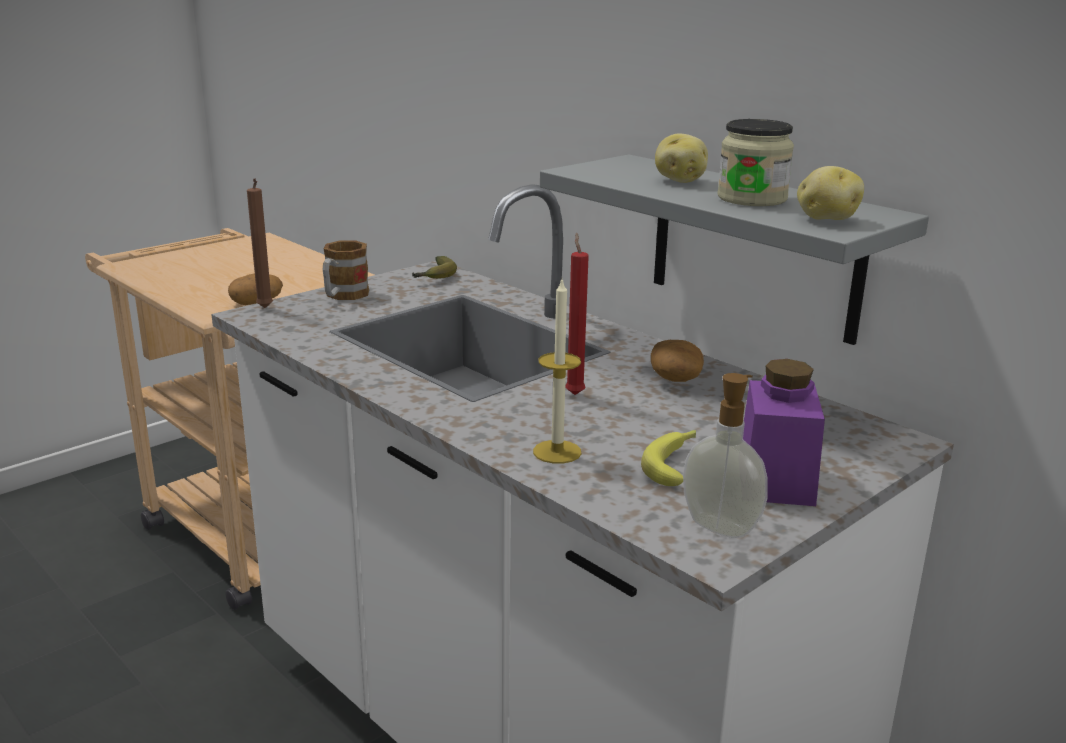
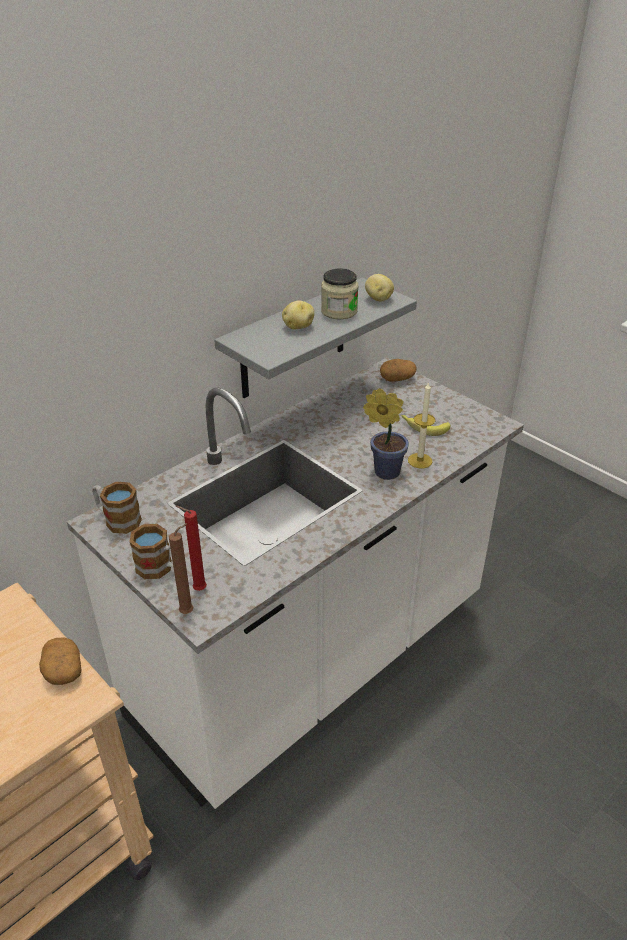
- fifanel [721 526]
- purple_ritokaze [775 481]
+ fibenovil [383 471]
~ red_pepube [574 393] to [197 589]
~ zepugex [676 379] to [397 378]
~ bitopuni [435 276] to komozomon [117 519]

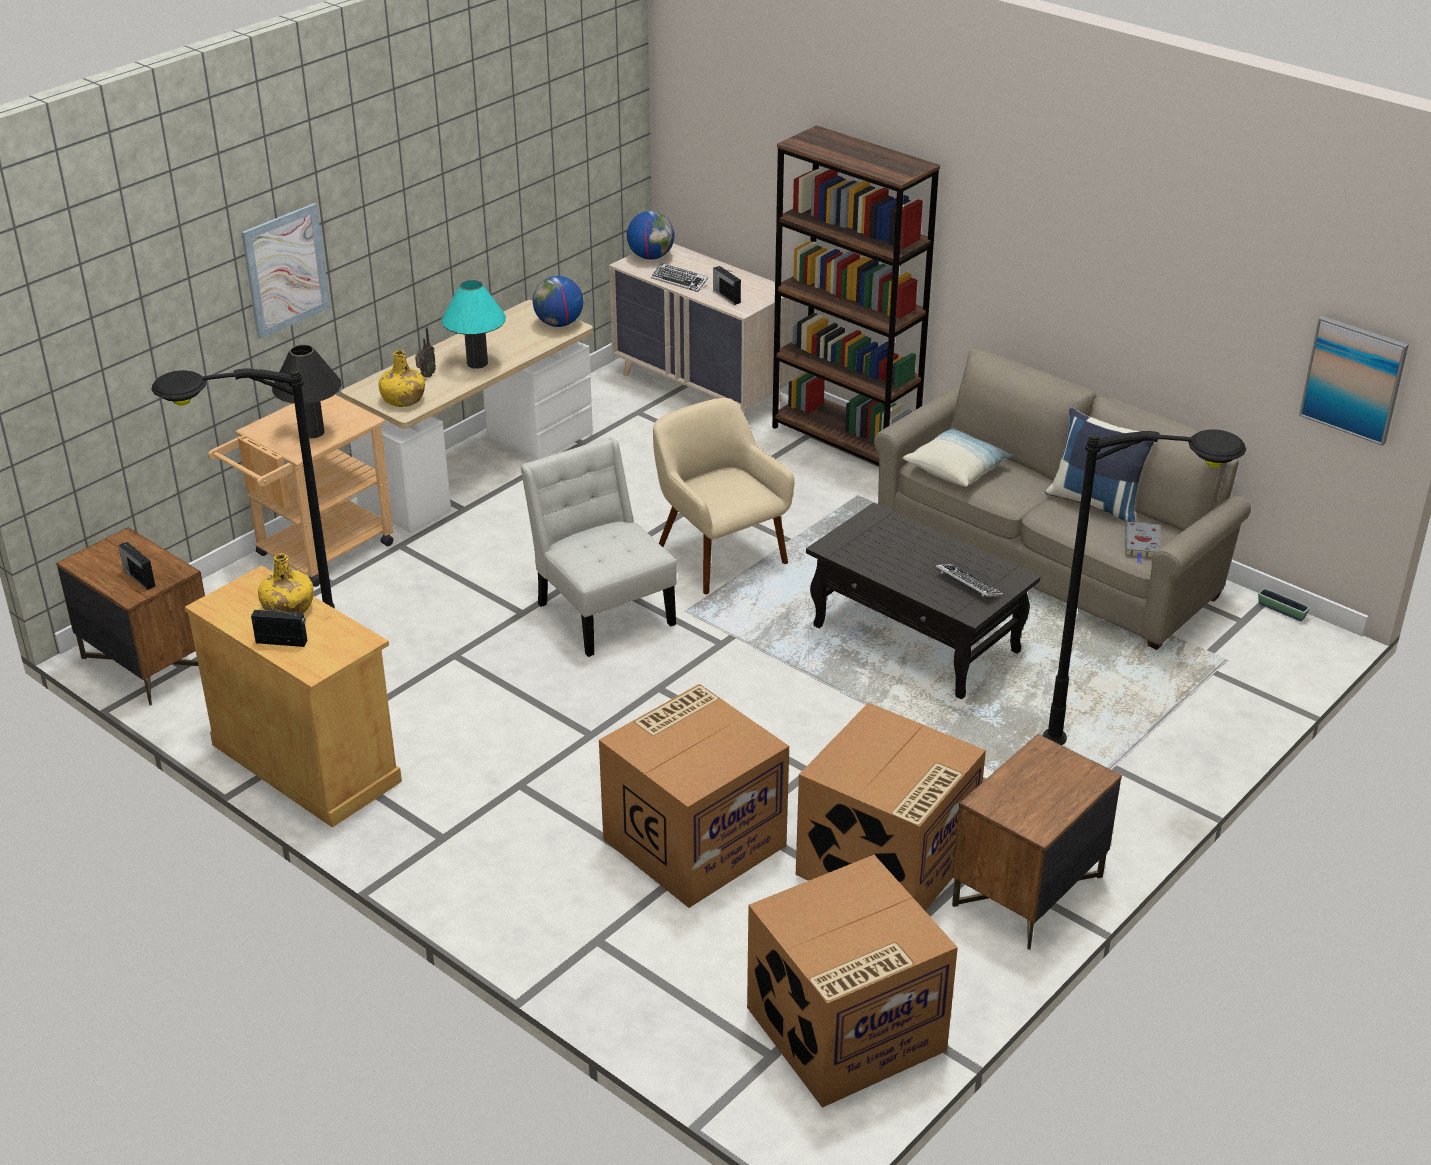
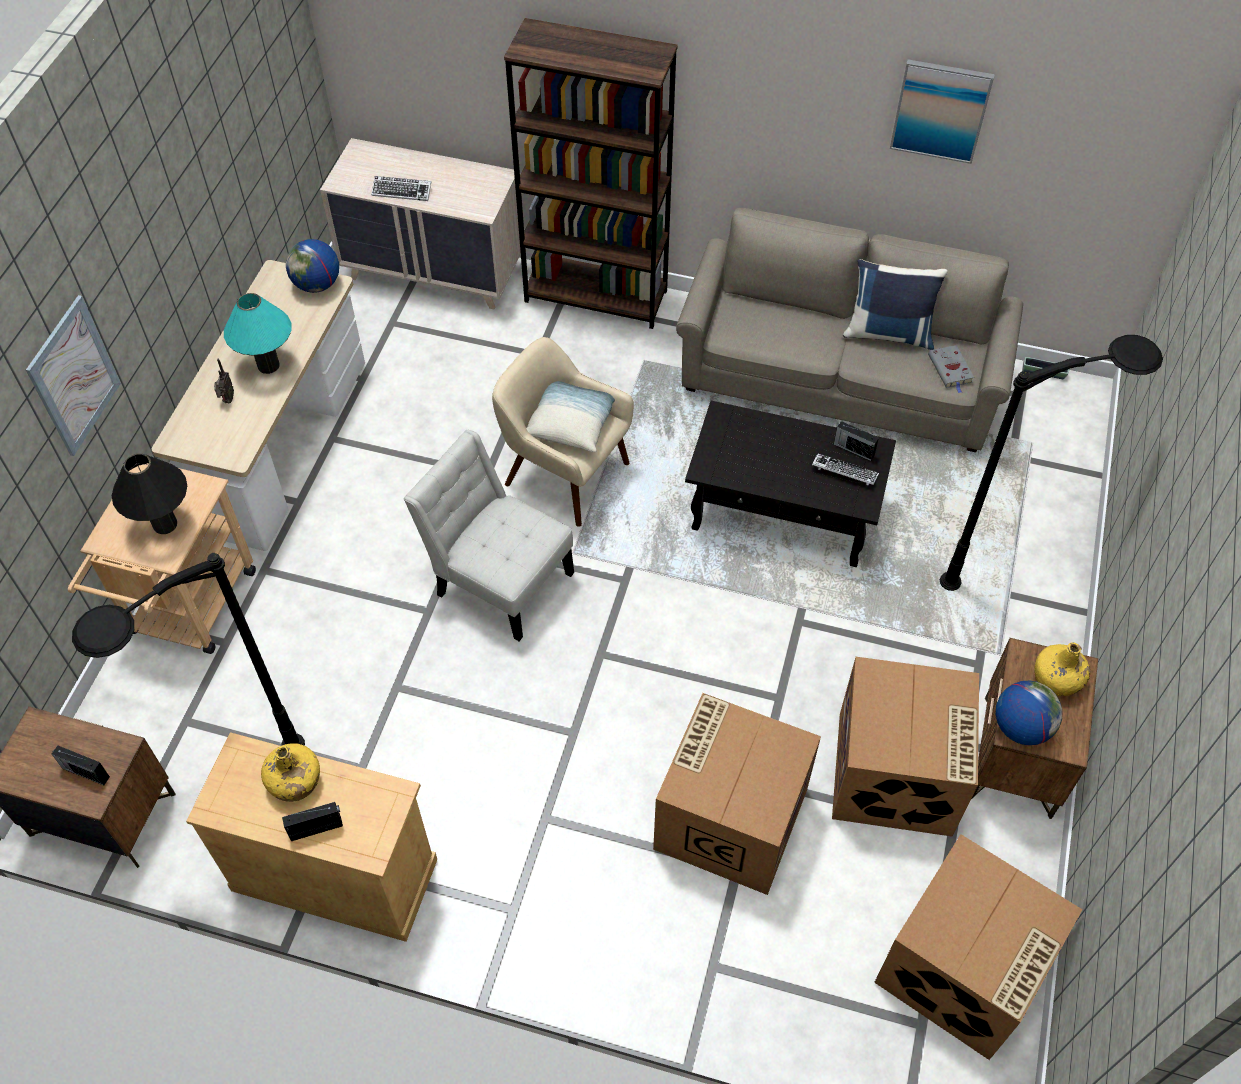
~ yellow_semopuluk [403 399] to [1057 679]
~ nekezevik [651 257] to [1021 727]
~ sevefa [726 296] to [853 449]
~ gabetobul [956 469] to [571 423]
~ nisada [1353 379] to [940 110]

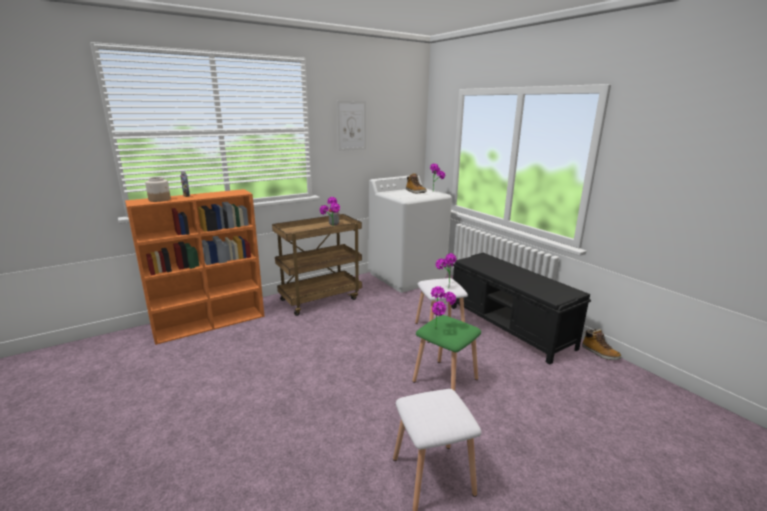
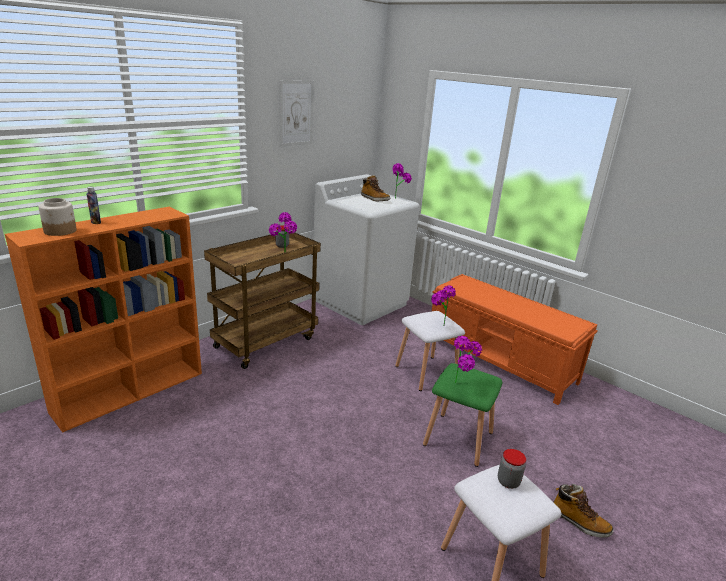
+ ritokaze [508 482]
~ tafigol [599 353] to [579 522]
~ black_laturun [509 327] to orange_laturun [500 361]

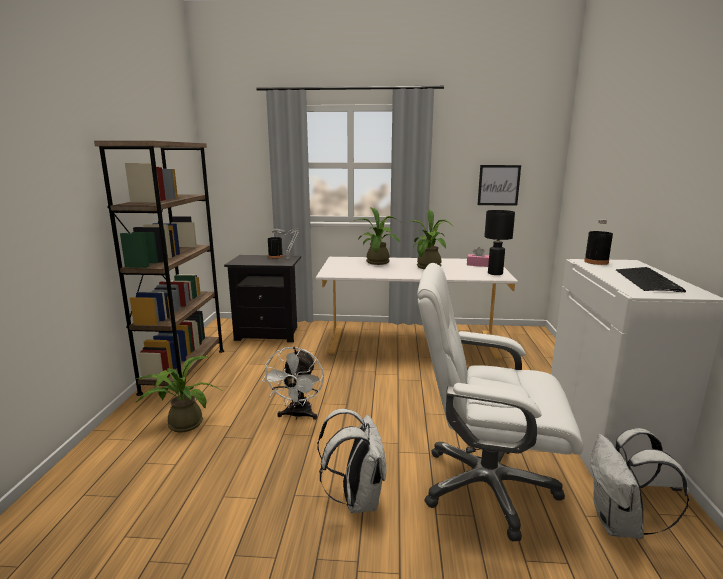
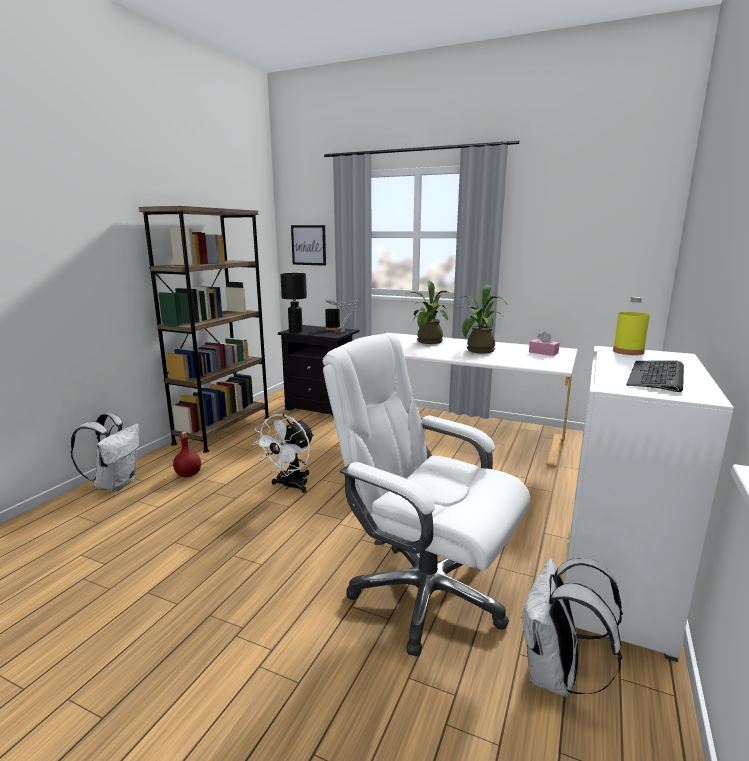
~ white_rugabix [357 499] to [116 484]
~ nisada [498 185] to [308 245]
~ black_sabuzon [495 273] to [295 331]
~ fibenovil [182 423] to red_semopuluk [188 474]
~ black_semopuluk [596 262] to yellow_semopuluk [628 351]

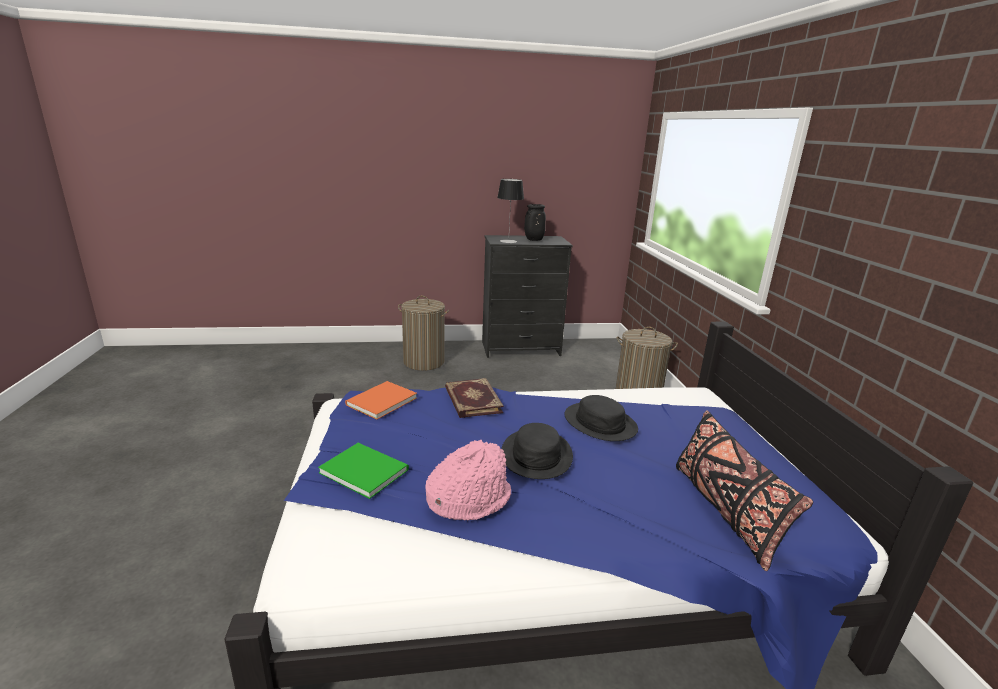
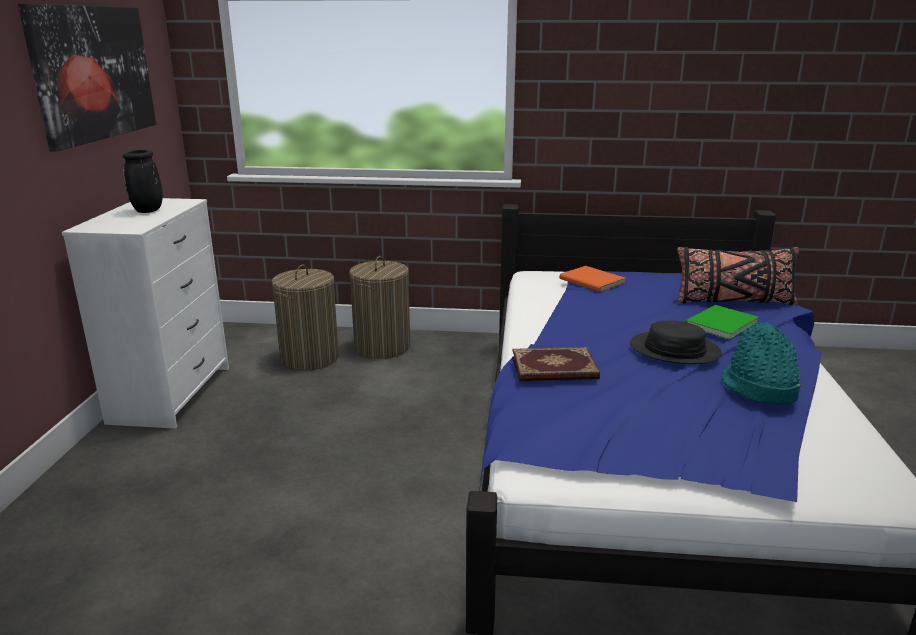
- sabuzon [508 241]
- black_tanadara [600 423]
+ nisada [93 73]
~ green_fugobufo [363 469] to [718 324]
~ orange_fugobufo [379 401] to [592 281]
~ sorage [424 362] to [310 358]
~ pink_tanadara [468 498] to turquoise_tanadara [758 388]
~ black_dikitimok [520 349] to white_dikitimok [172 394]

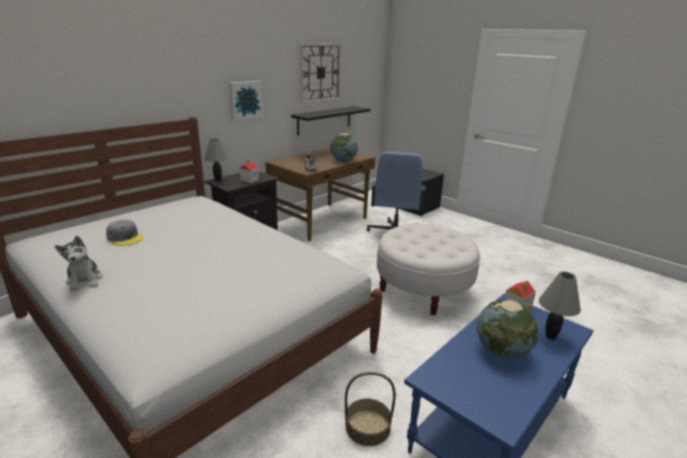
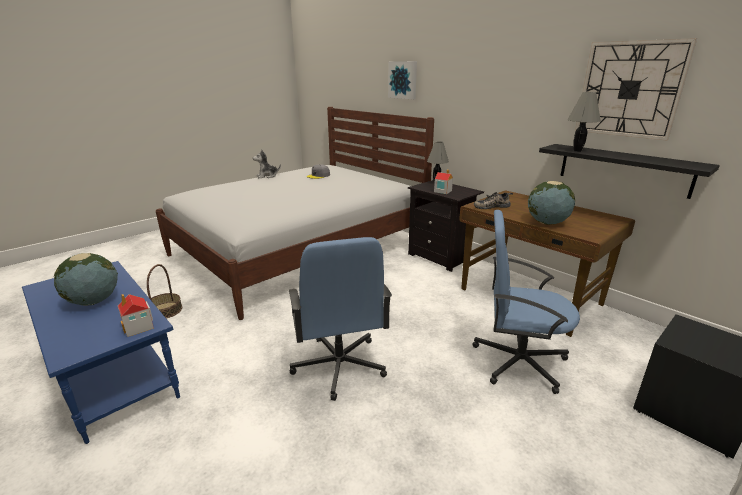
~ nisada [245 100] to [403 80]
~ grey_sabuzon [550 337] to [577 151]
~ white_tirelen [423 290] to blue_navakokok [339 366]

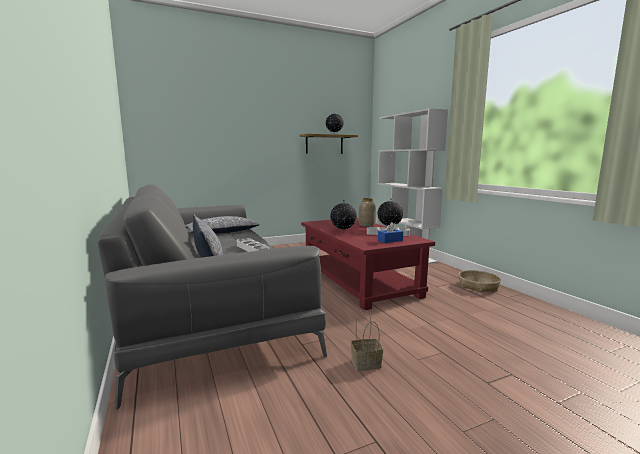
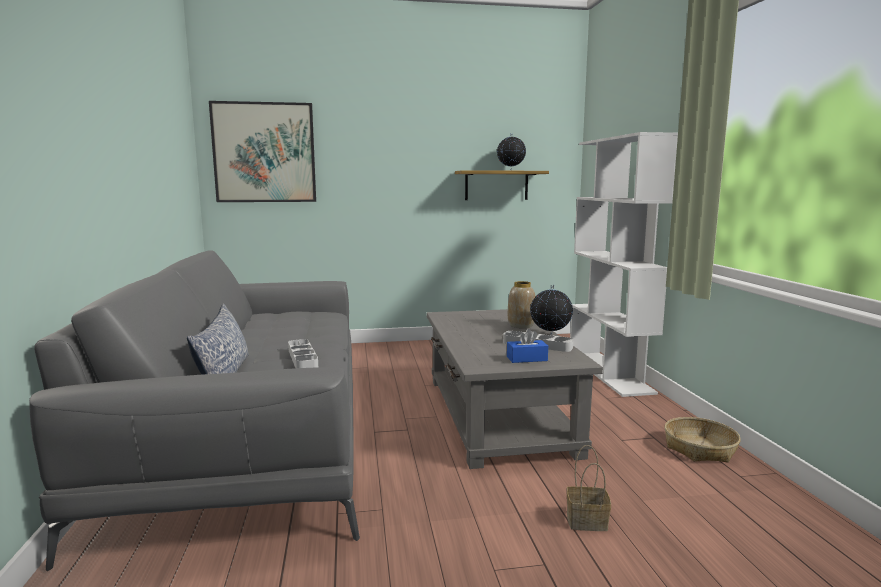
- gabetobul [223 233]
- nekezevik [343 232]
+ nisada [264 153]
~ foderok [366 363] to [588 521]
~ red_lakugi [358 280] to grey_lakugi [498 414]

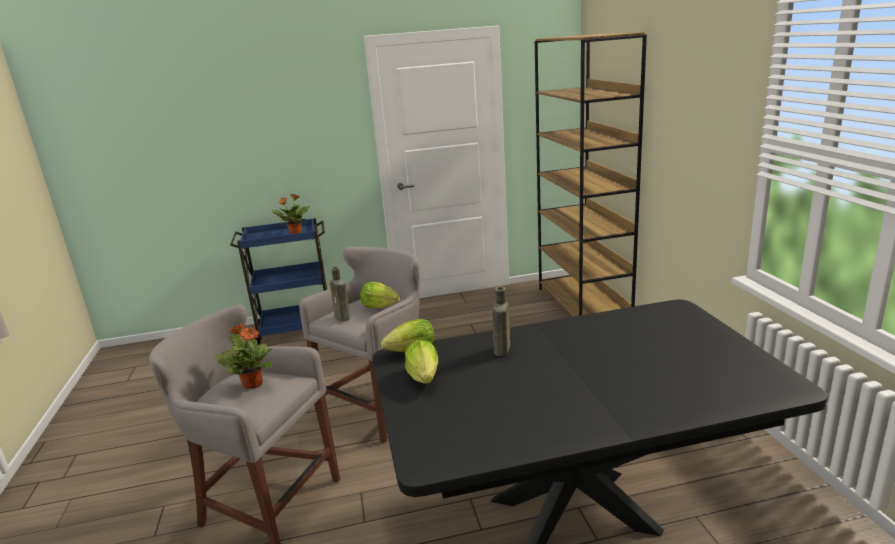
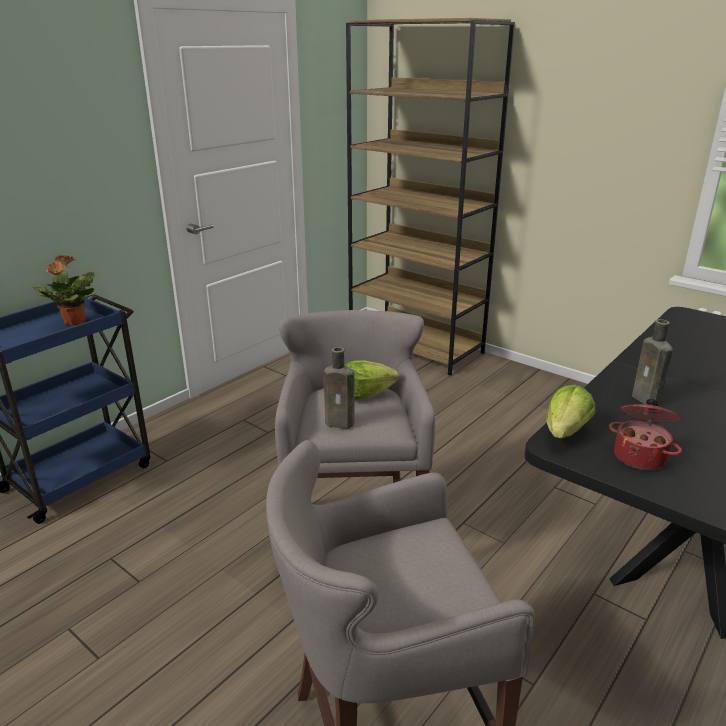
- fibenovil [252 384]
~ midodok [424 377] to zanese [640 456]

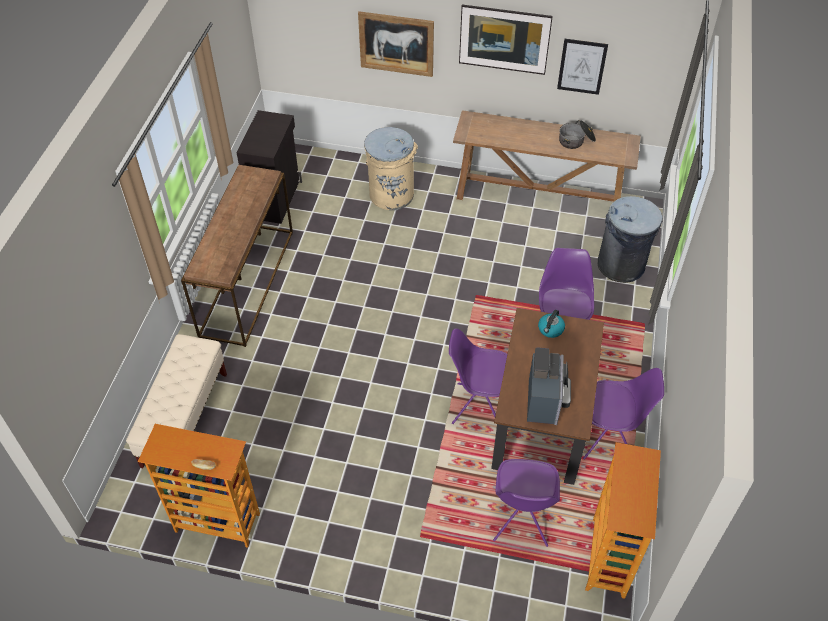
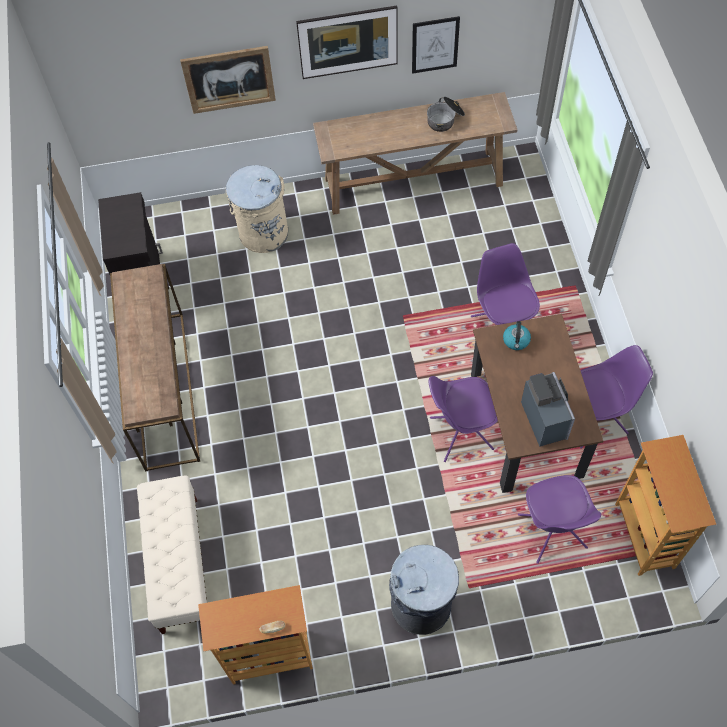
~ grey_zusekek [621 265] to [421 605]

